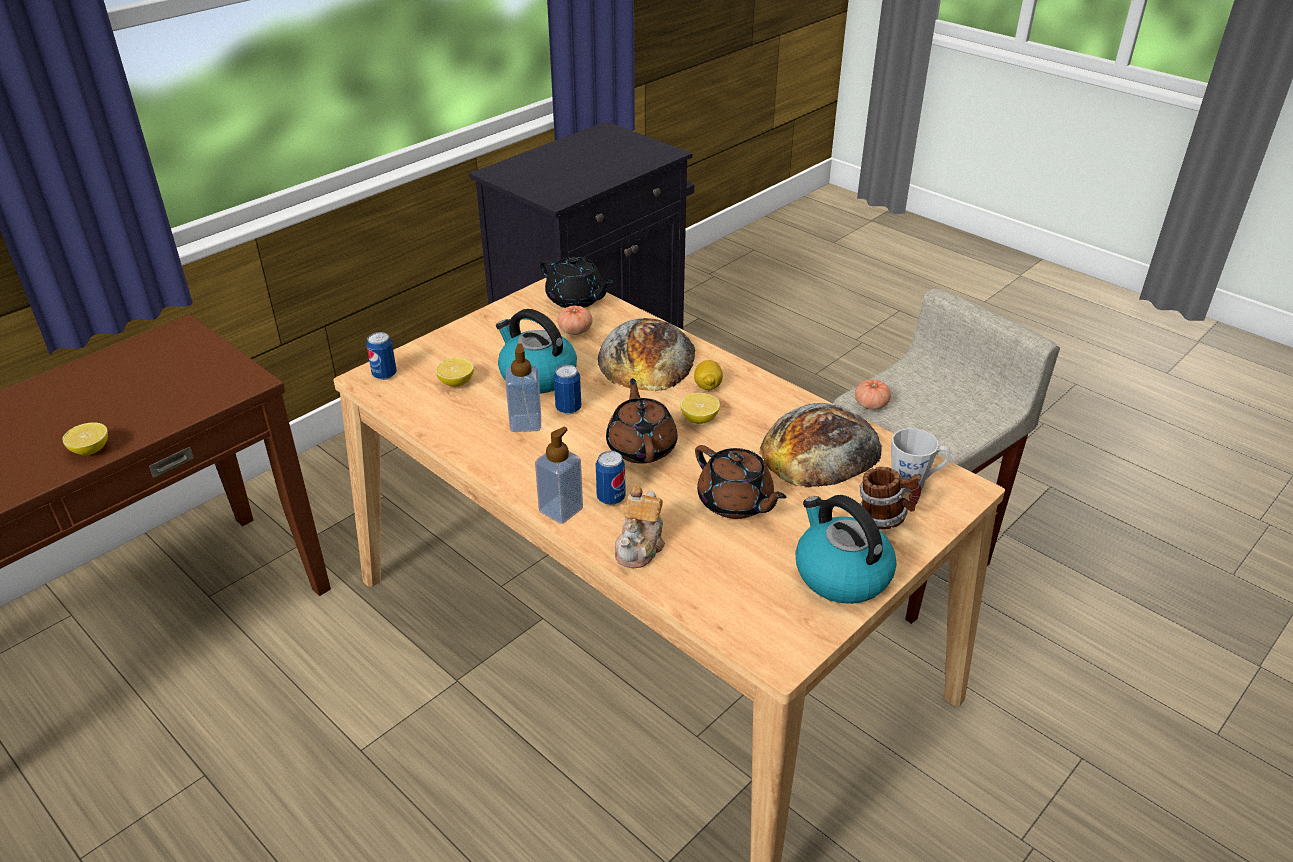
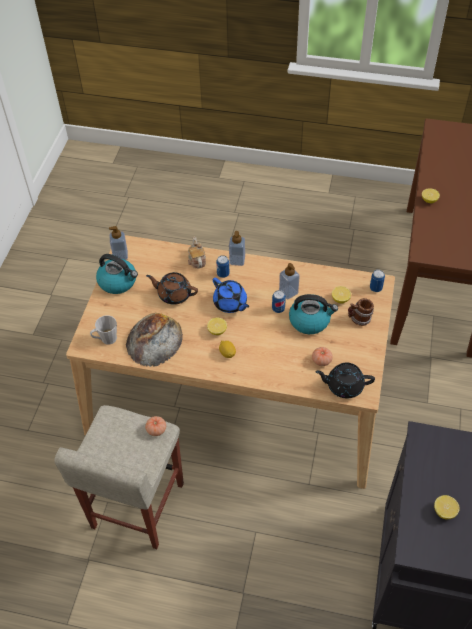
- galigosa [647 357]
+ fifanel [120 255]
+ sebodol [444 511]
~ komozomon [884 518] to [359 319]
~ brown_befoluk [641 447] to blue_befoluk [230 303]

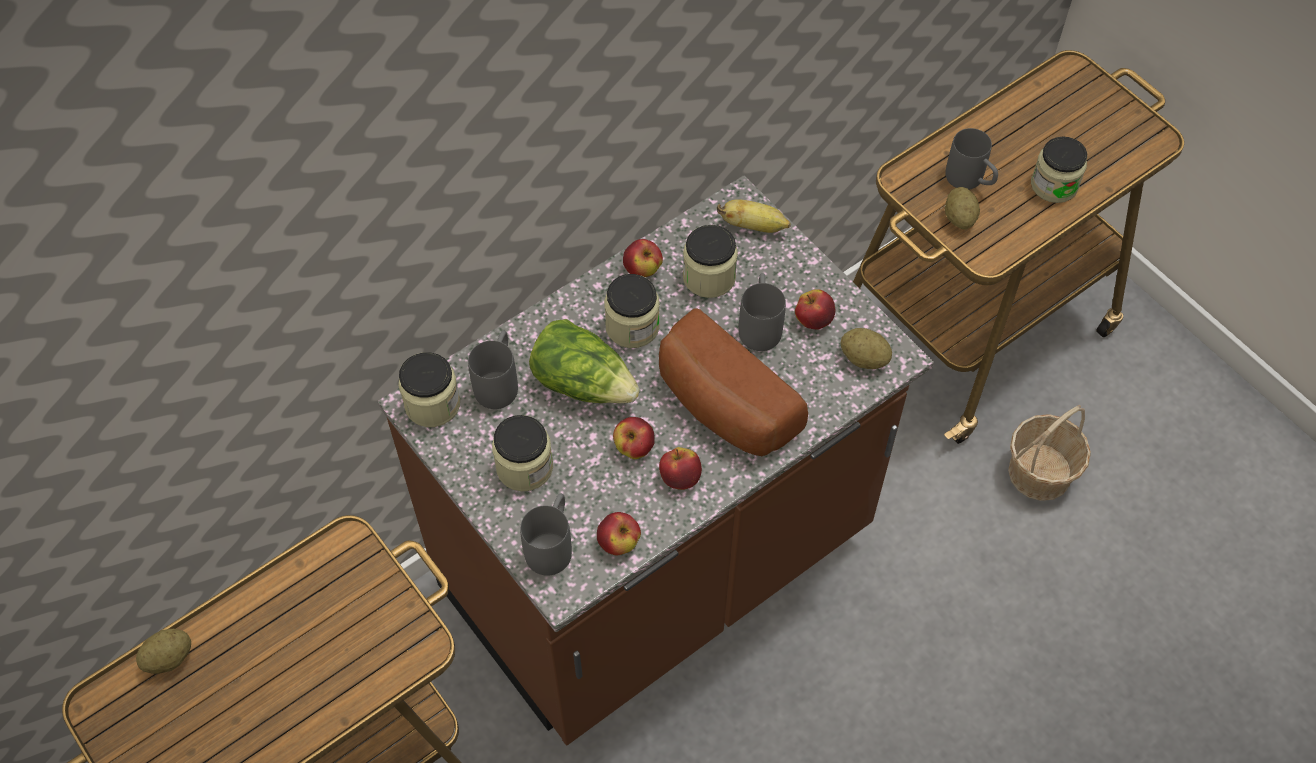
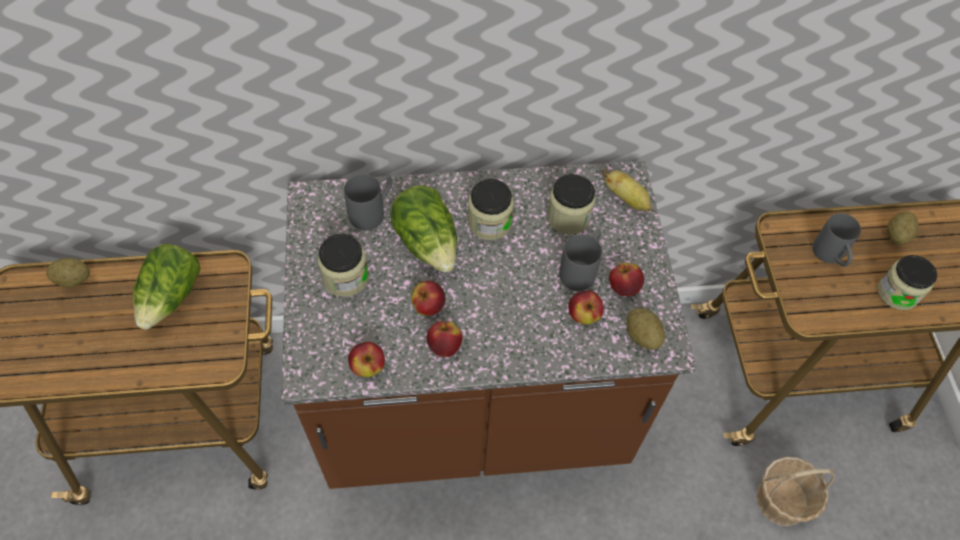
- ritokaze [432 404]
- grey_komozomon [552 544]
- galigosa [721 407]
+ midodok [171 297]
~ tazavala [642 270] to [583 316]
~ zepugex [959 218] to [896 235]

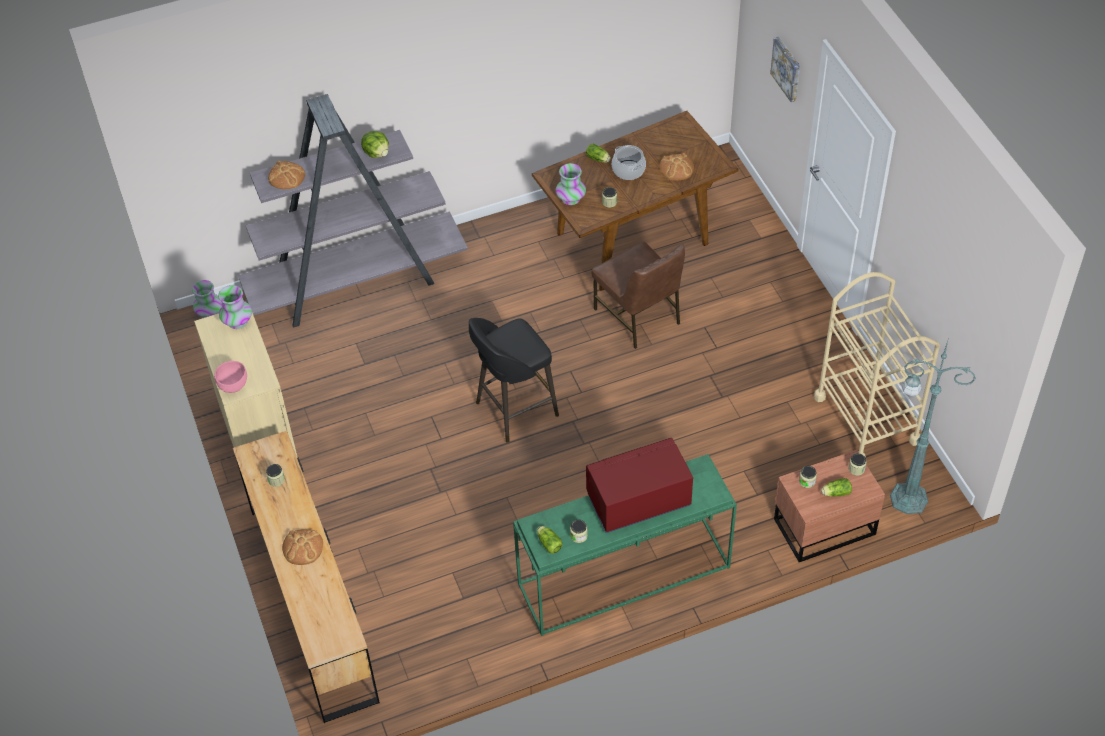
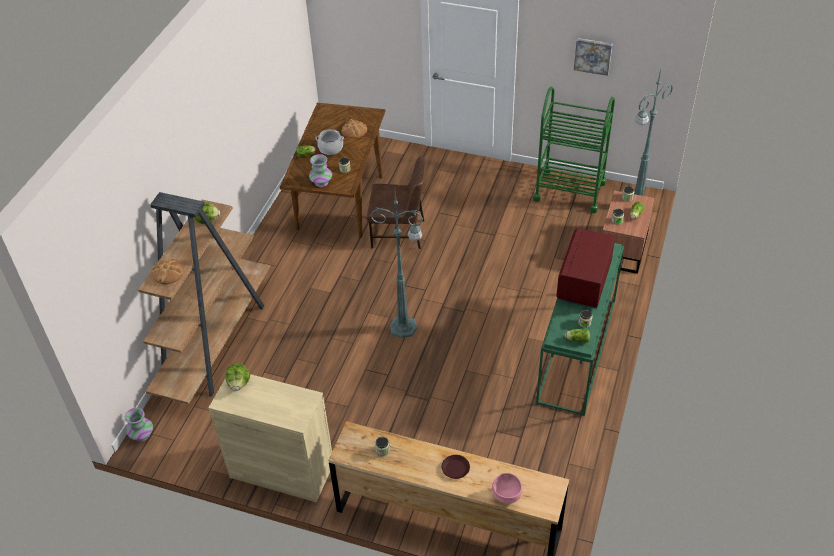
~ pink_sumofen [233 385] to [506 496]
~ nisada [787 68] to [593 55]
~ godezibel [238 321] to midodok [239 383]
~ galigosa [303 547] to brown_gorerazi [455 468]
~ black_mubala [514 410] to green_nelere [405 327]
~ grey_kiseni [357 282] to brown_kiseni [215 341]
~ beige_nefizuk [866 419] to green_nefizuk [569 191]

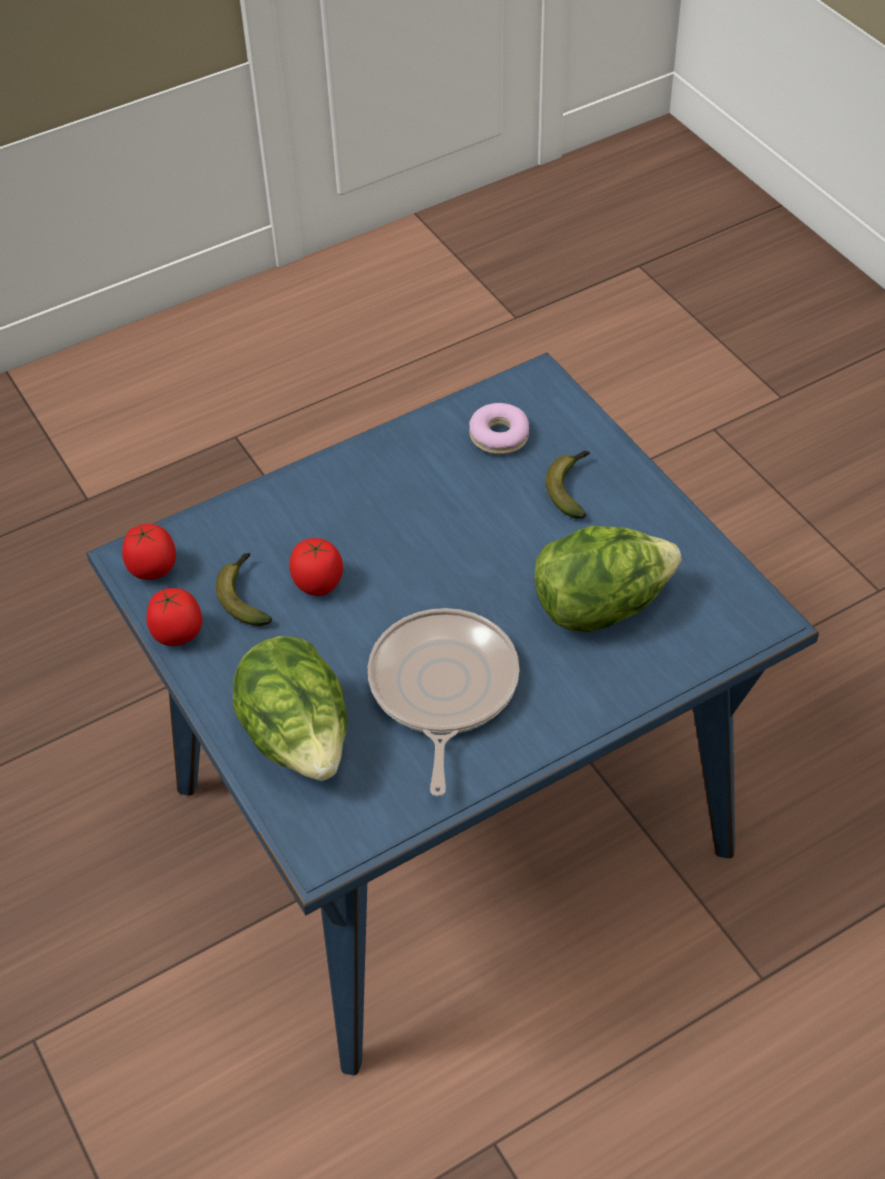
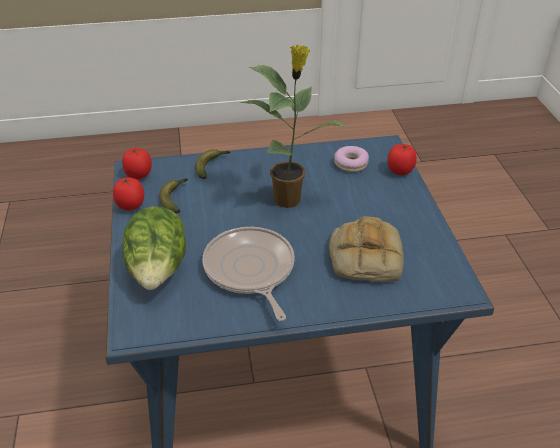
+ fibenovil [289 199]
~ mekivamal [318 584] to [400 171]
~ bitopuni [571 488] to [212 166]
~ midodok [601 606] to galigosa [364 256]
~ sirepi [442 689] = [250 270] 45 degrees counterclockwise

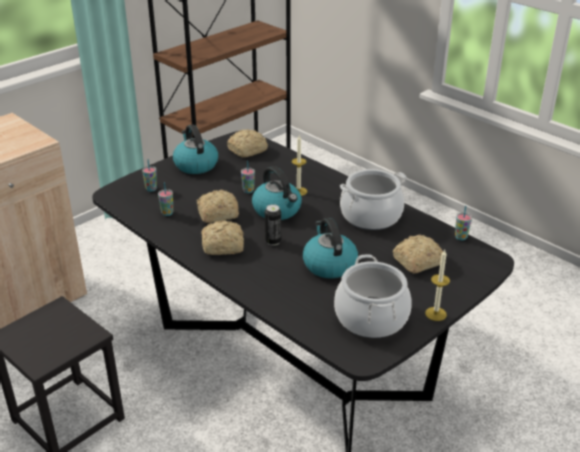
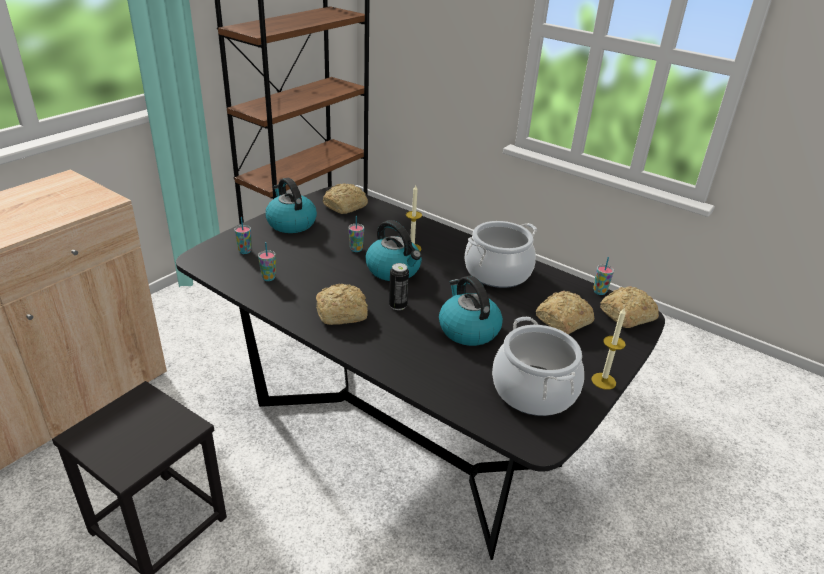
~ galigosa [216 214] to [625 316]

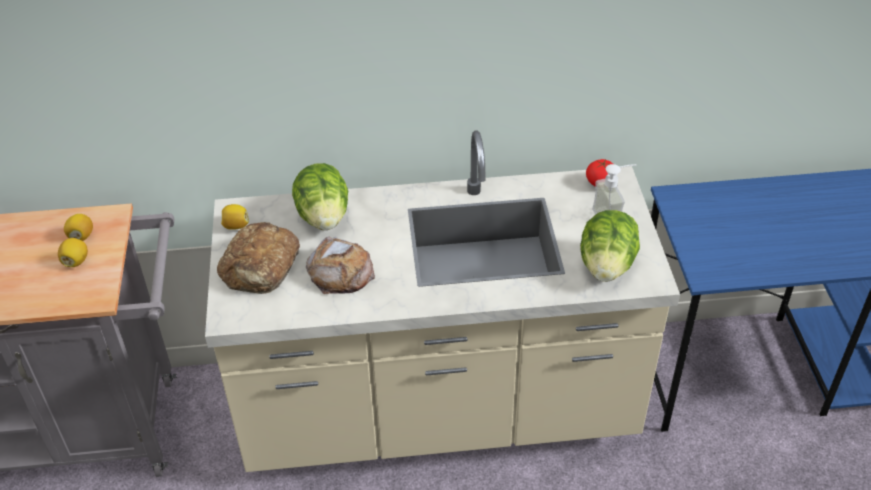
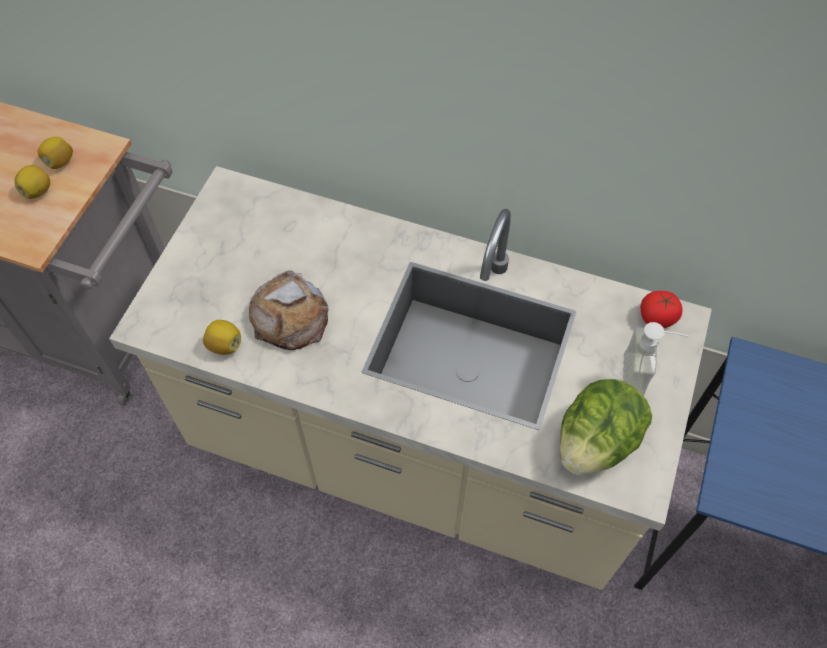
- galigosa [260 266]
- midodok [323 217]
~ sebodol [235 226] to [224 345]

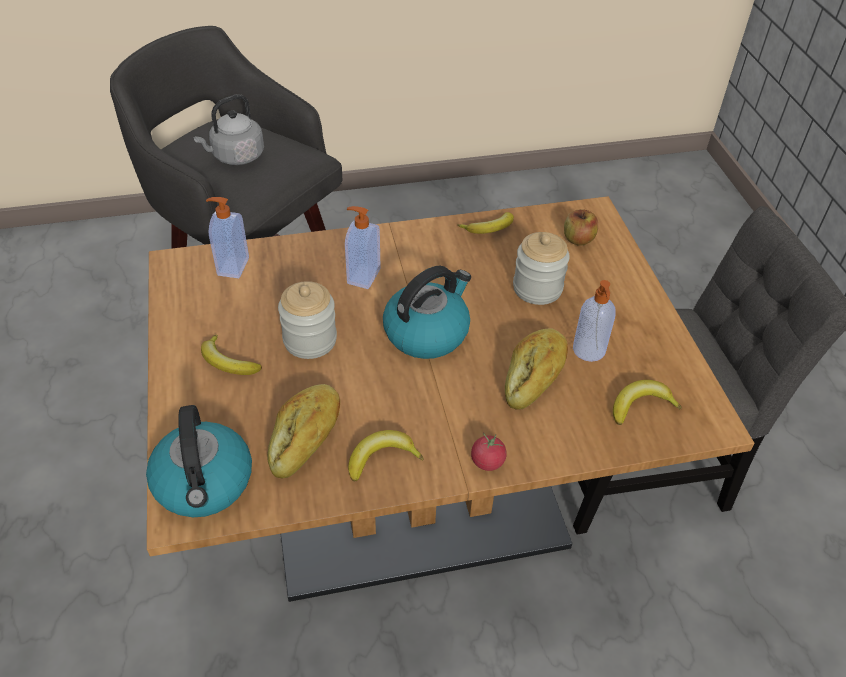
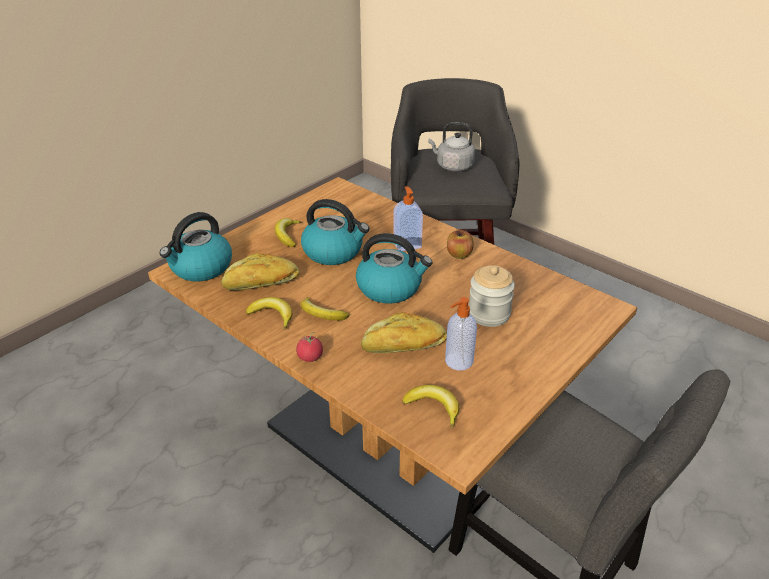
- fifanel [232 266]
~ bitopuni [489 229] to [321 314]
~ tazavala [578 239] to [459 254]
~ ritokaze [310 340] to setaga [334 252]

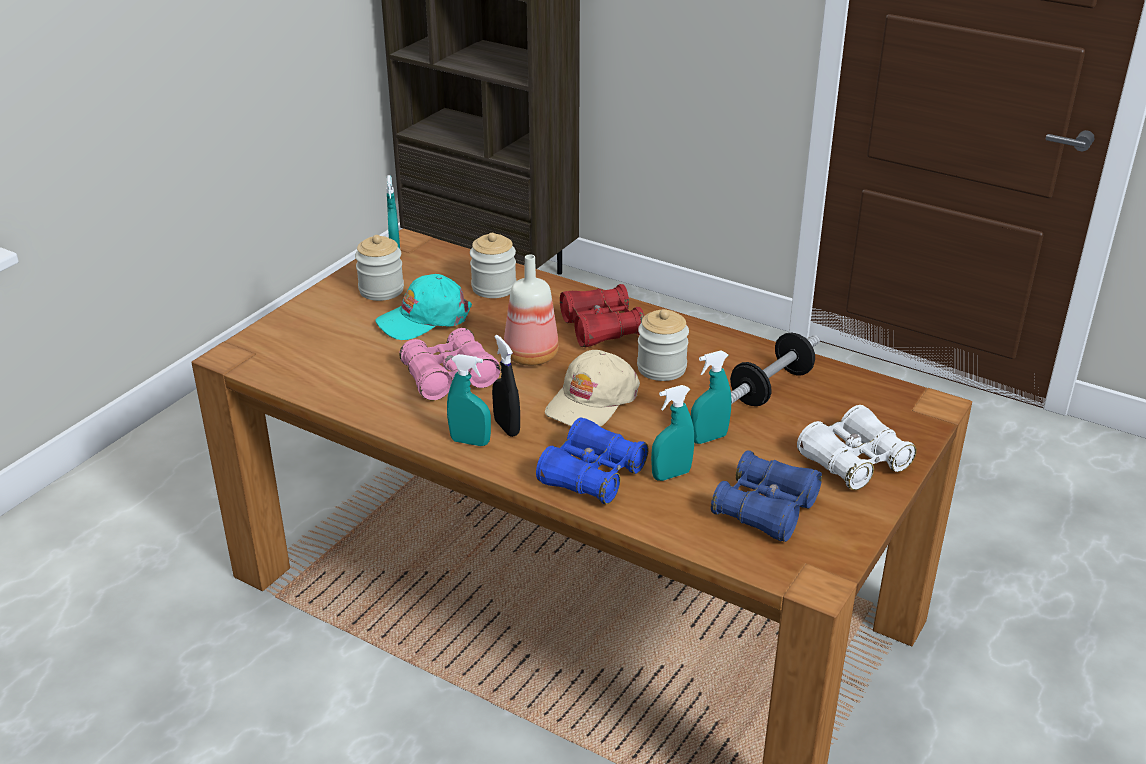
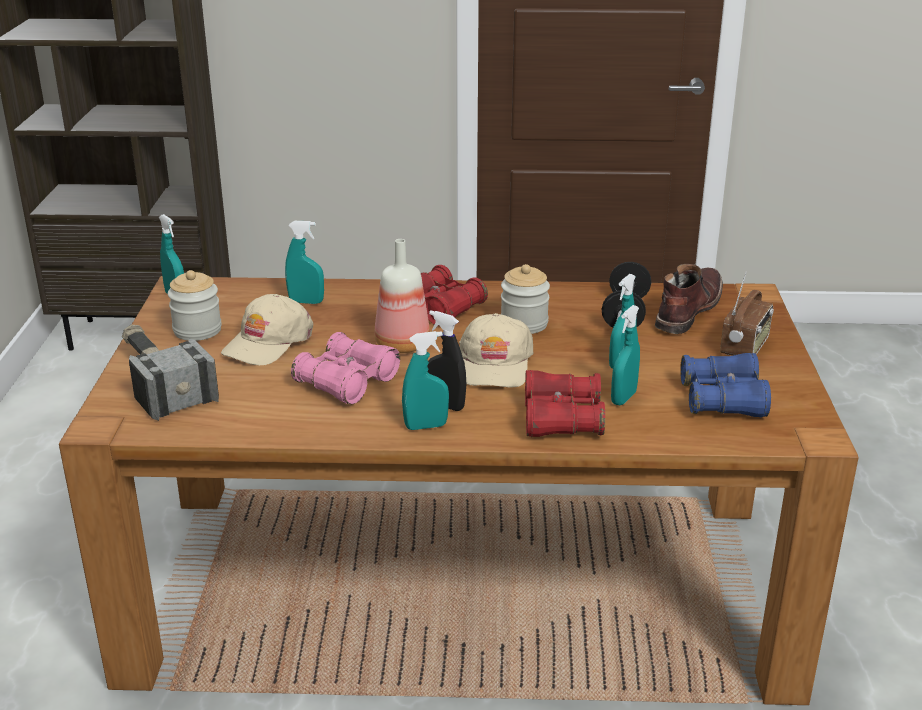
+ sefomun [160 381]
+ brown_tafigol [687 310]
~ ritokaze [494 288] to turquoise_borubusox [306 302]
~ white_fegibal [854 462] to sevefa [745 347]
~ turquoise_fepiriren [424 319] to beige_fepiriren [268 342]
~ blue_fegibal [592 476] to red_fegibal [562 419]

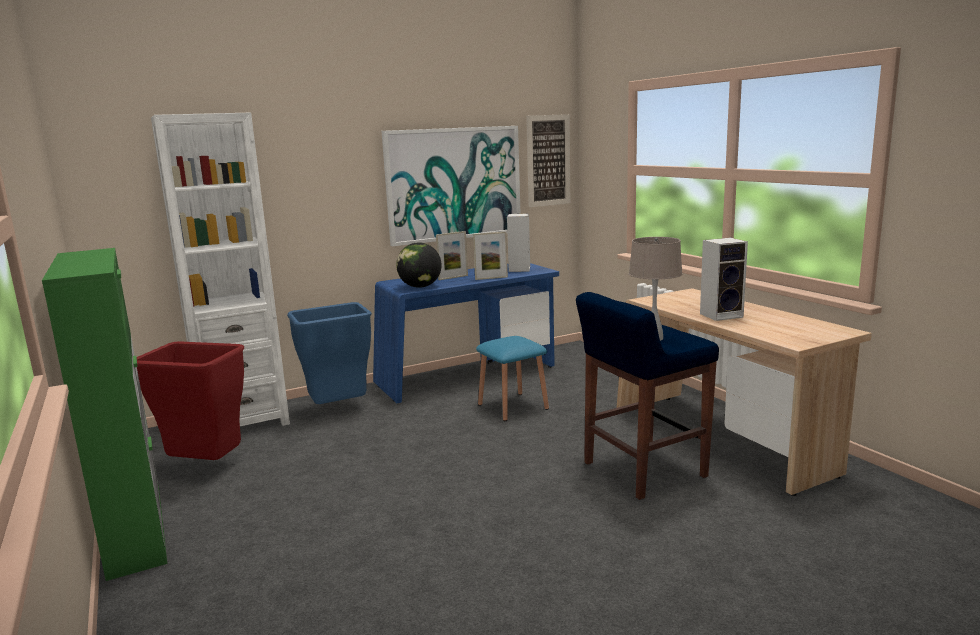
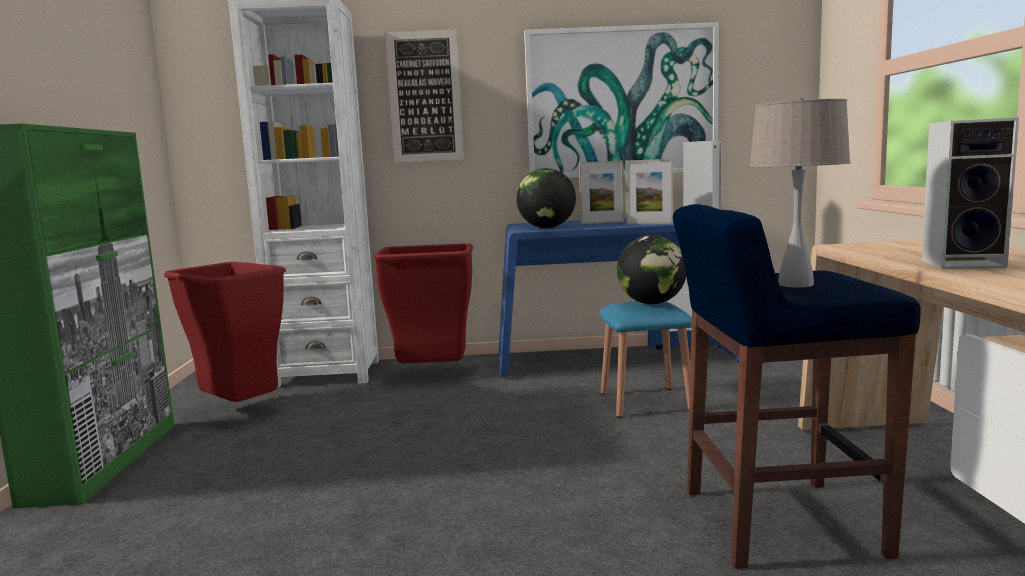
+ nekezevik [652 303]
~ nisada [548 160] to [425 97]
~ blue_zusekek [339 409] to red_zusekek [434 376]

